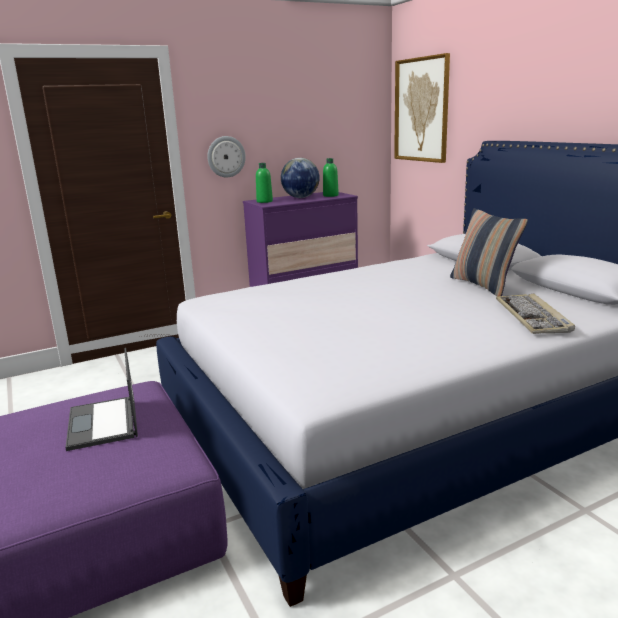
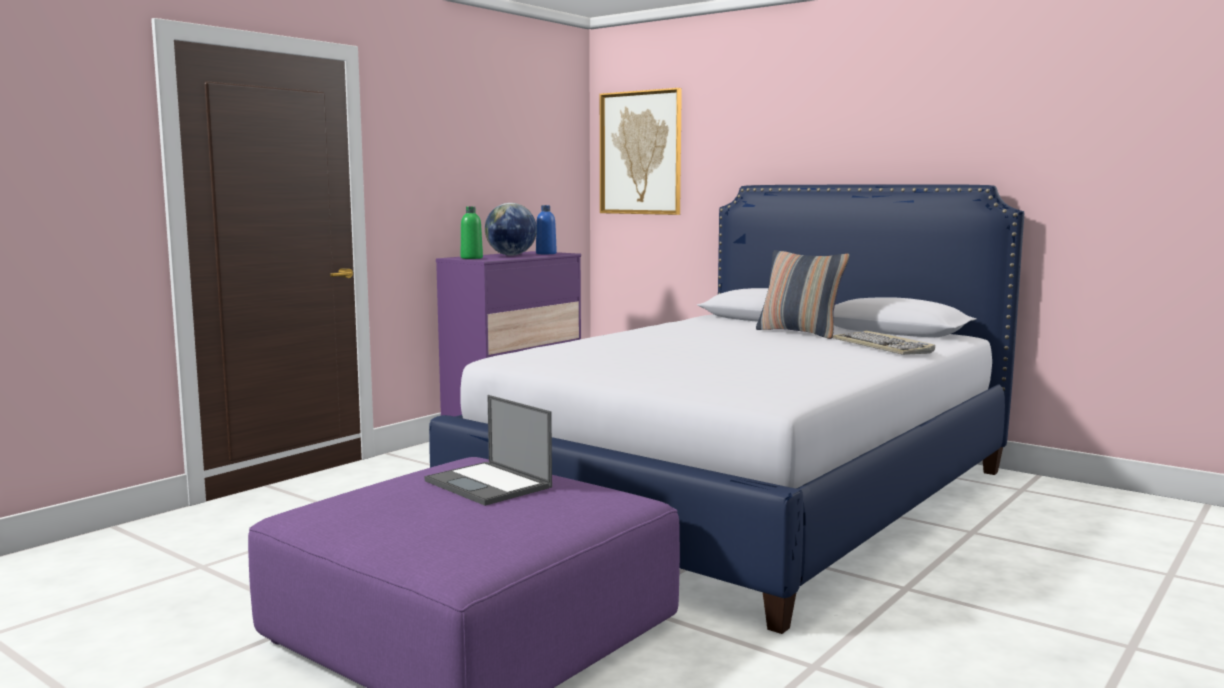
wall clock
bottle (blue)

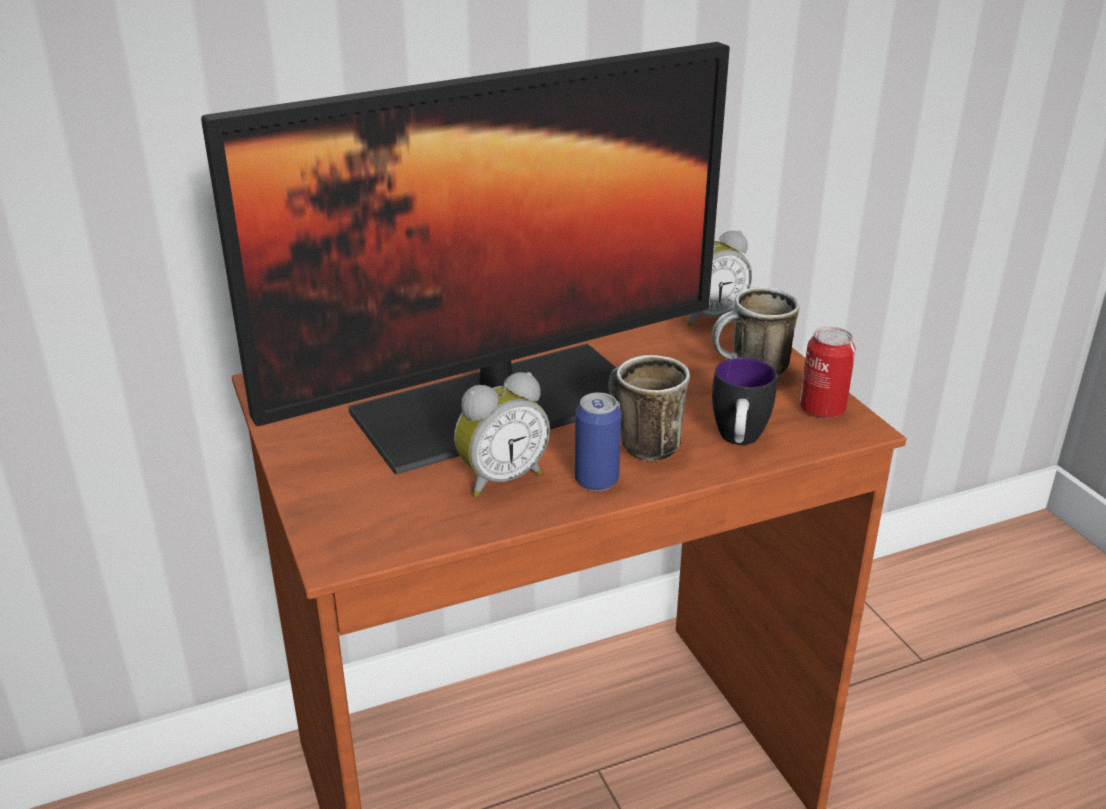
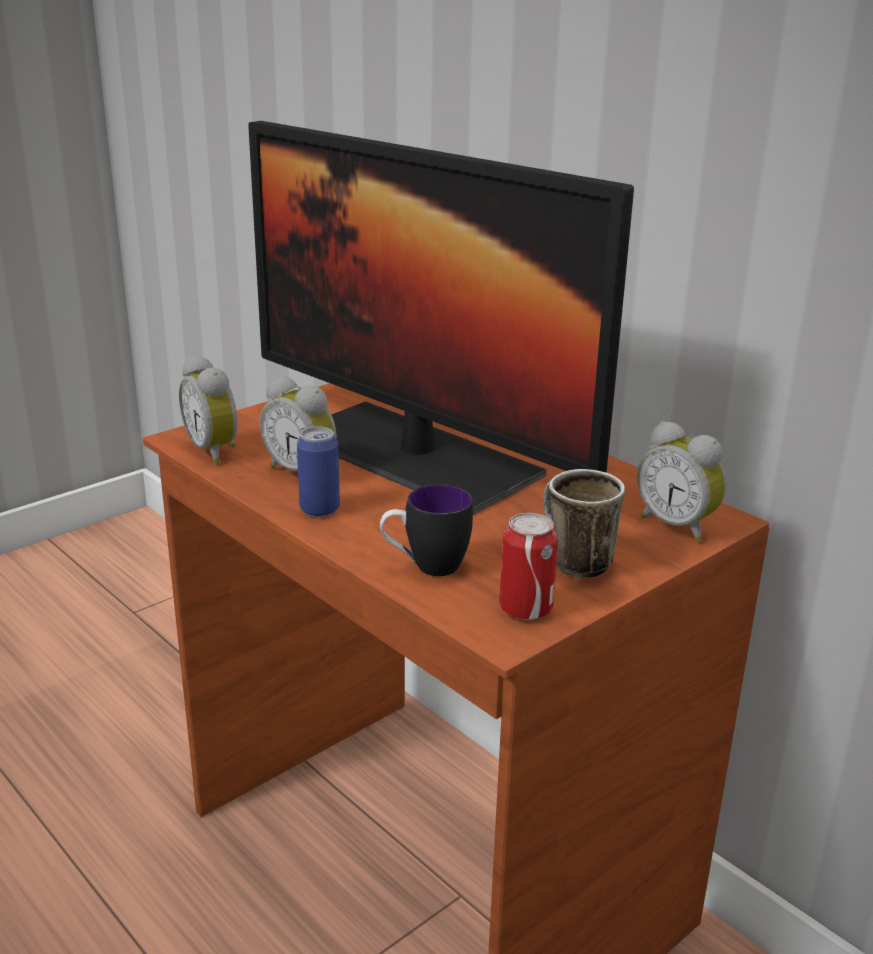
mug (no. 1 from left in the first image)
alarm clock (no. 1 from left)

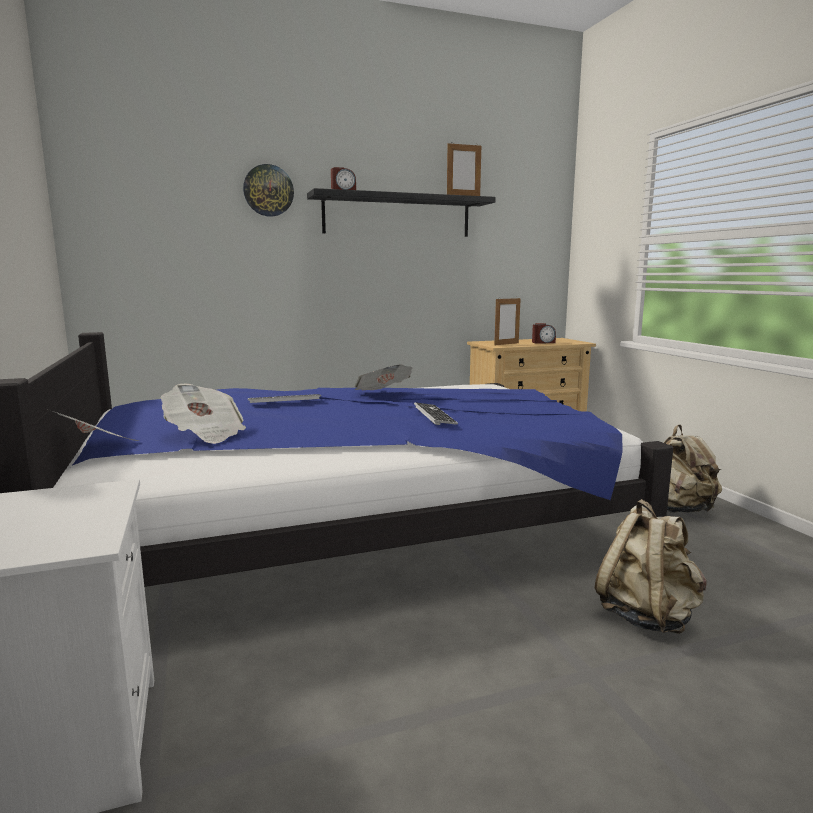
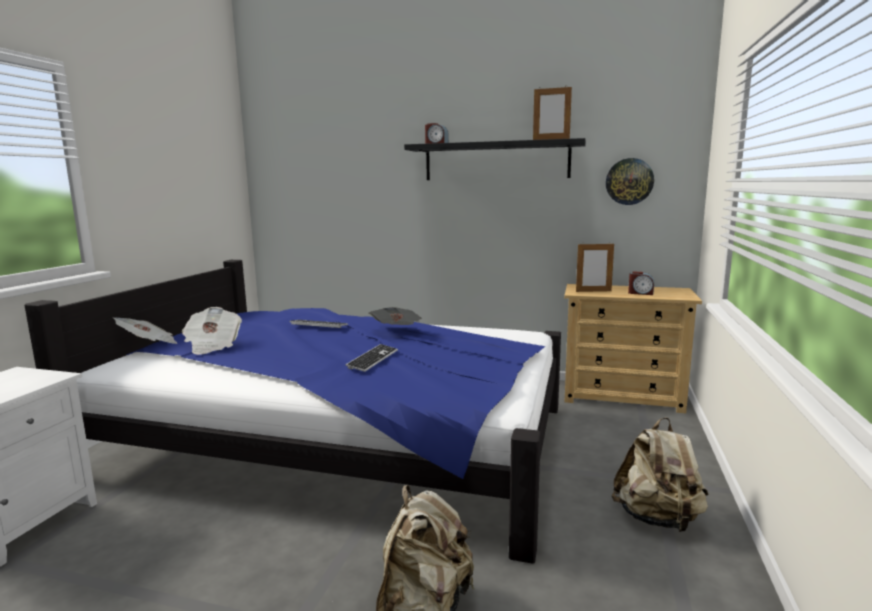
wall clock

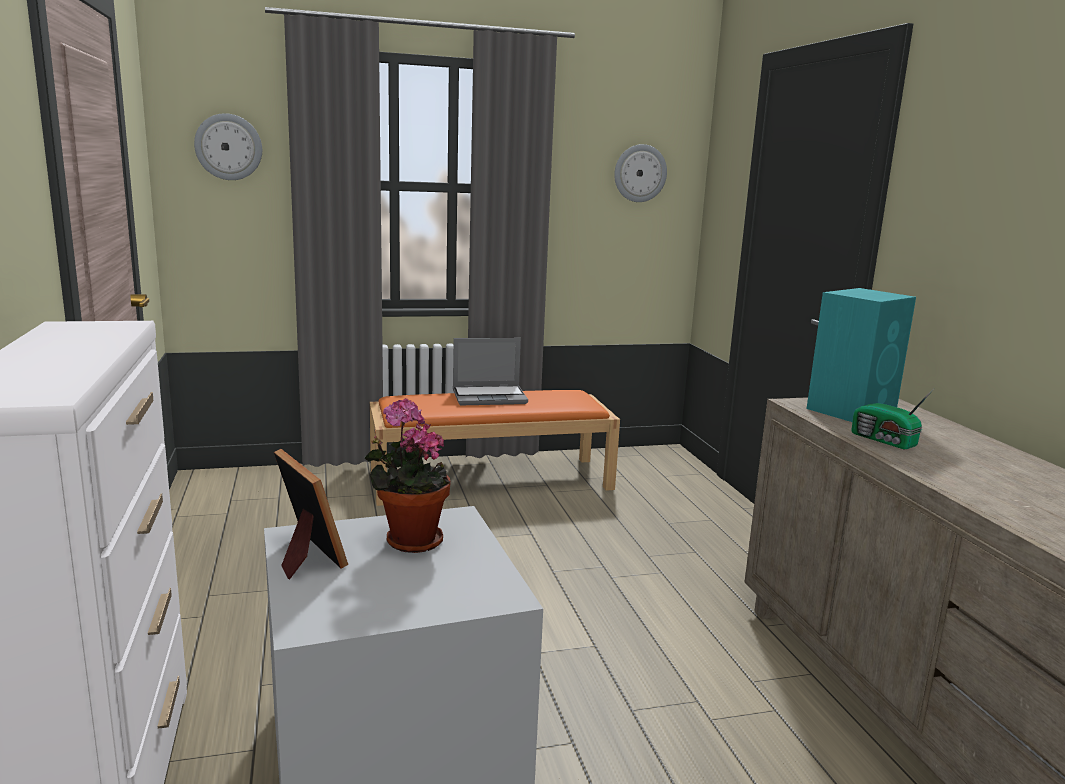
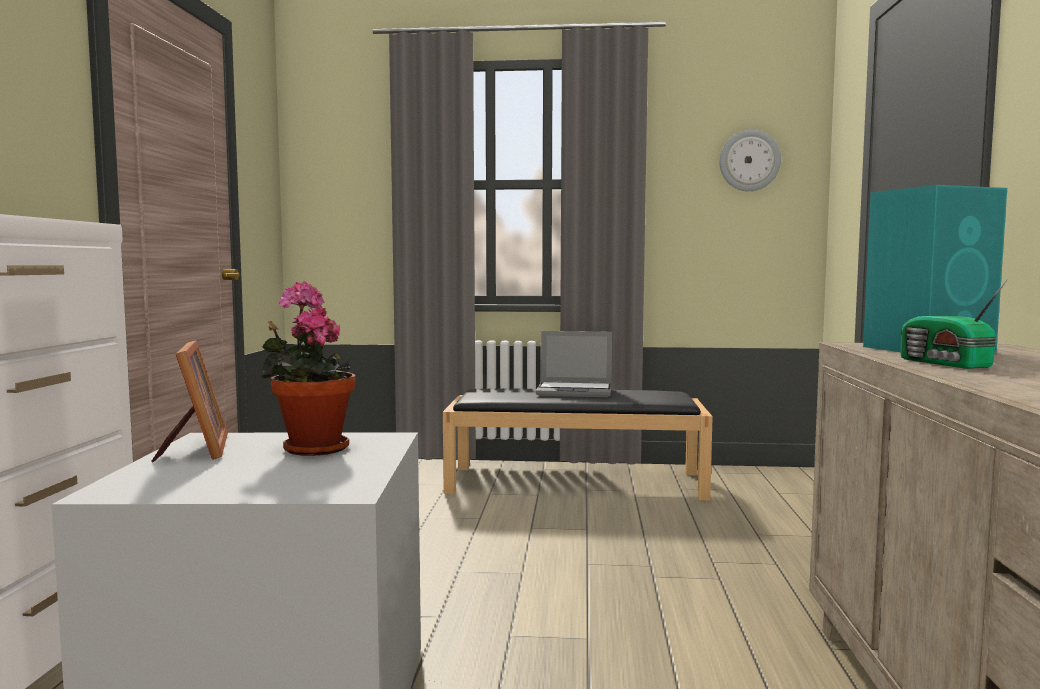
wall clock (no. 1 from left in the first image)
bench (black)

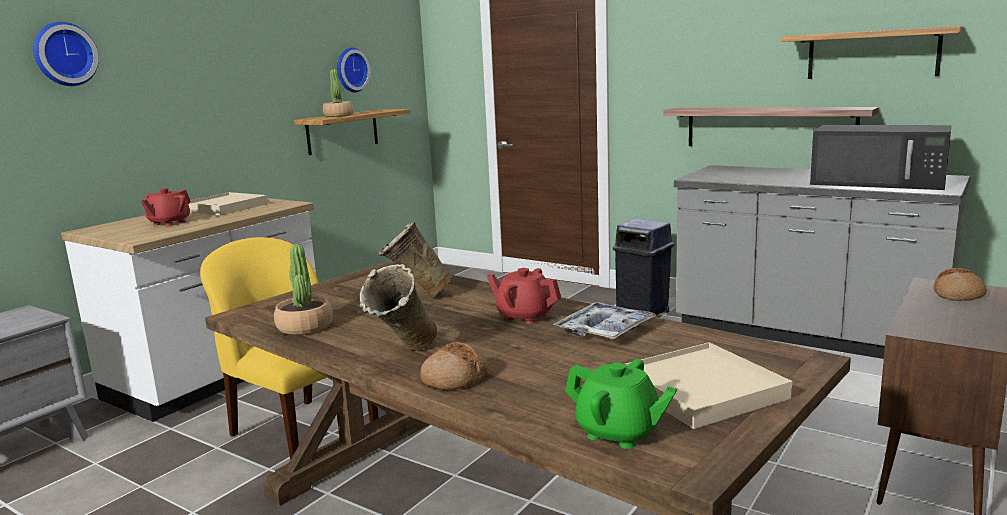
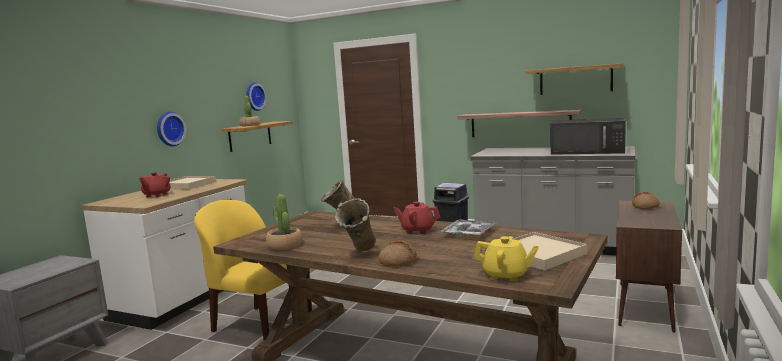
wall clock (no. 1 from left)
teapot (yellow)

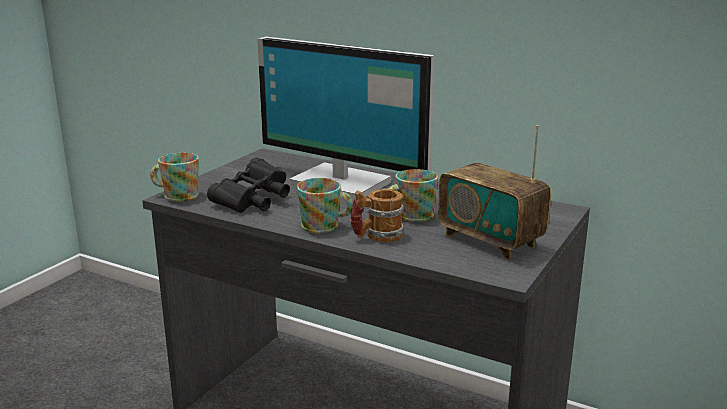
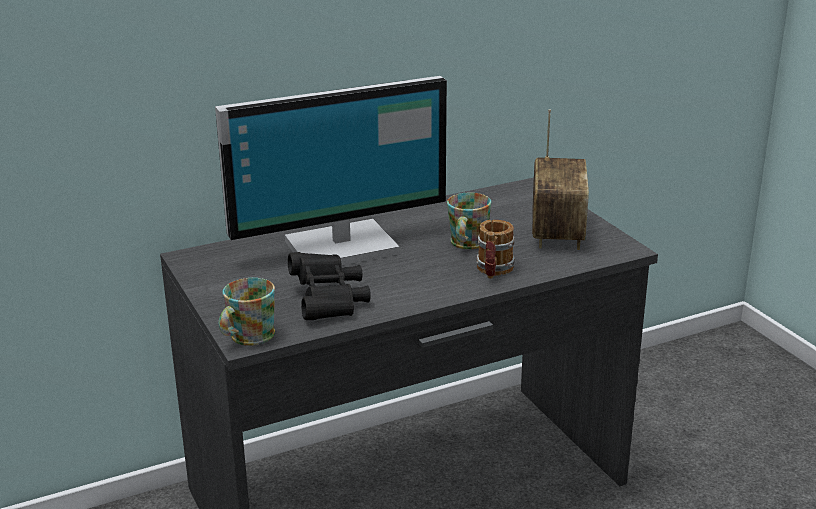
radio
mug (no. 2 from left in the first image)

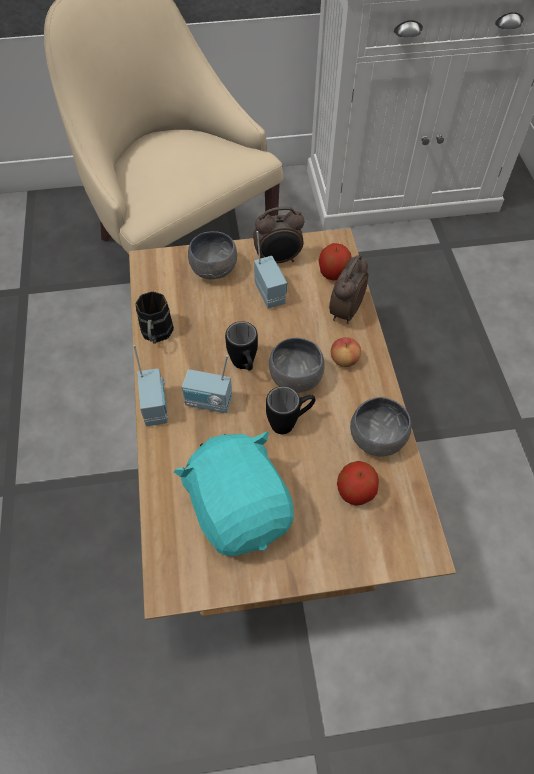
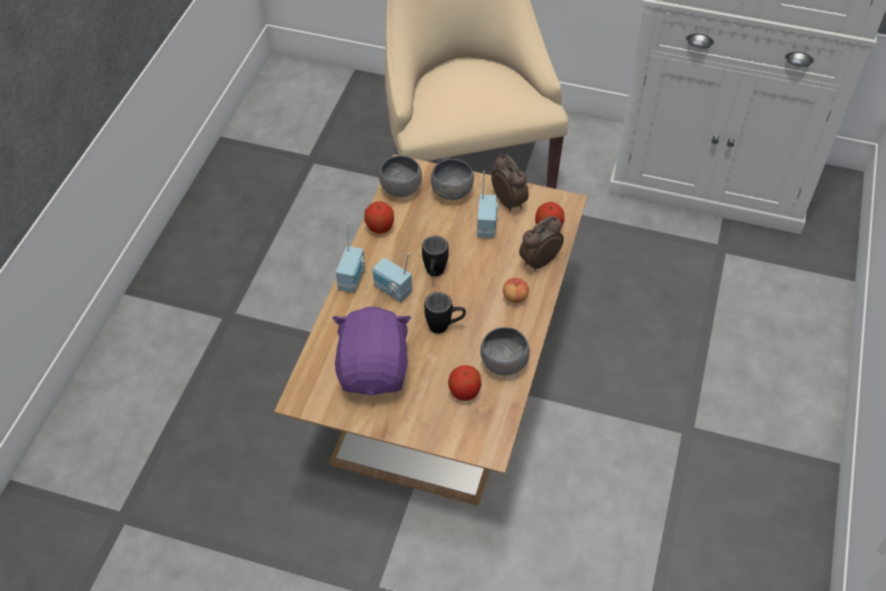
alarm clock (no. 1 from left)
apple (no. 1 from left)
bowl (grey) (no. 1 from left)
plush toy (purple)

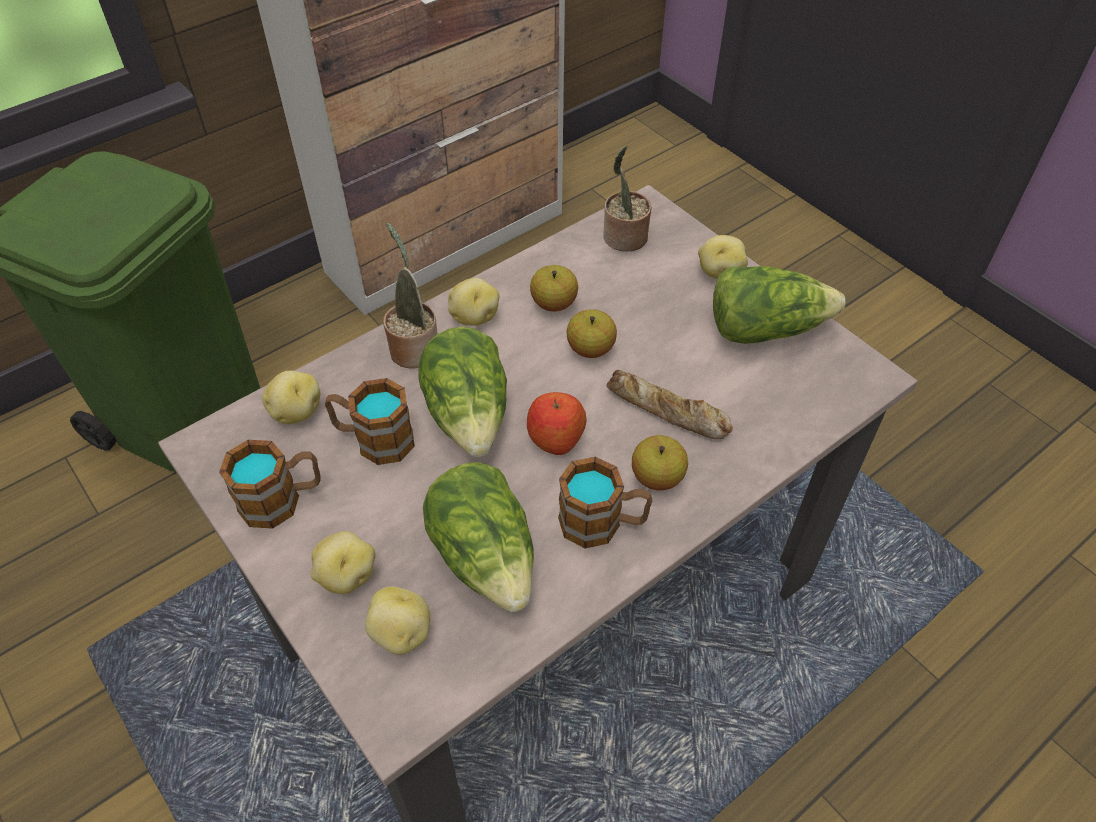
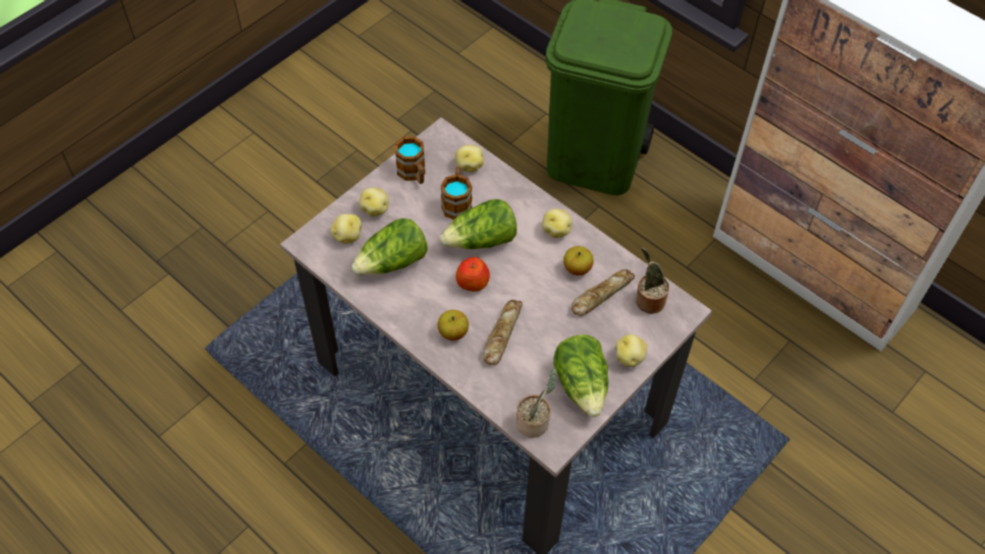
potted plant (no. 1 from left)
apple (no. 3 from left in the first image)
mug (no. 3 from left in the first image)
bread (no. 2 from left)

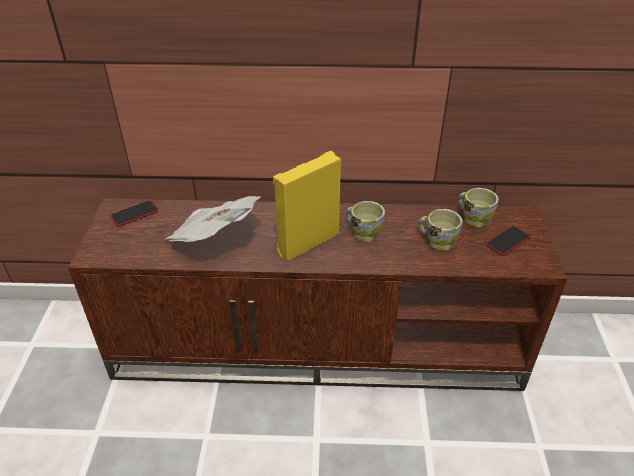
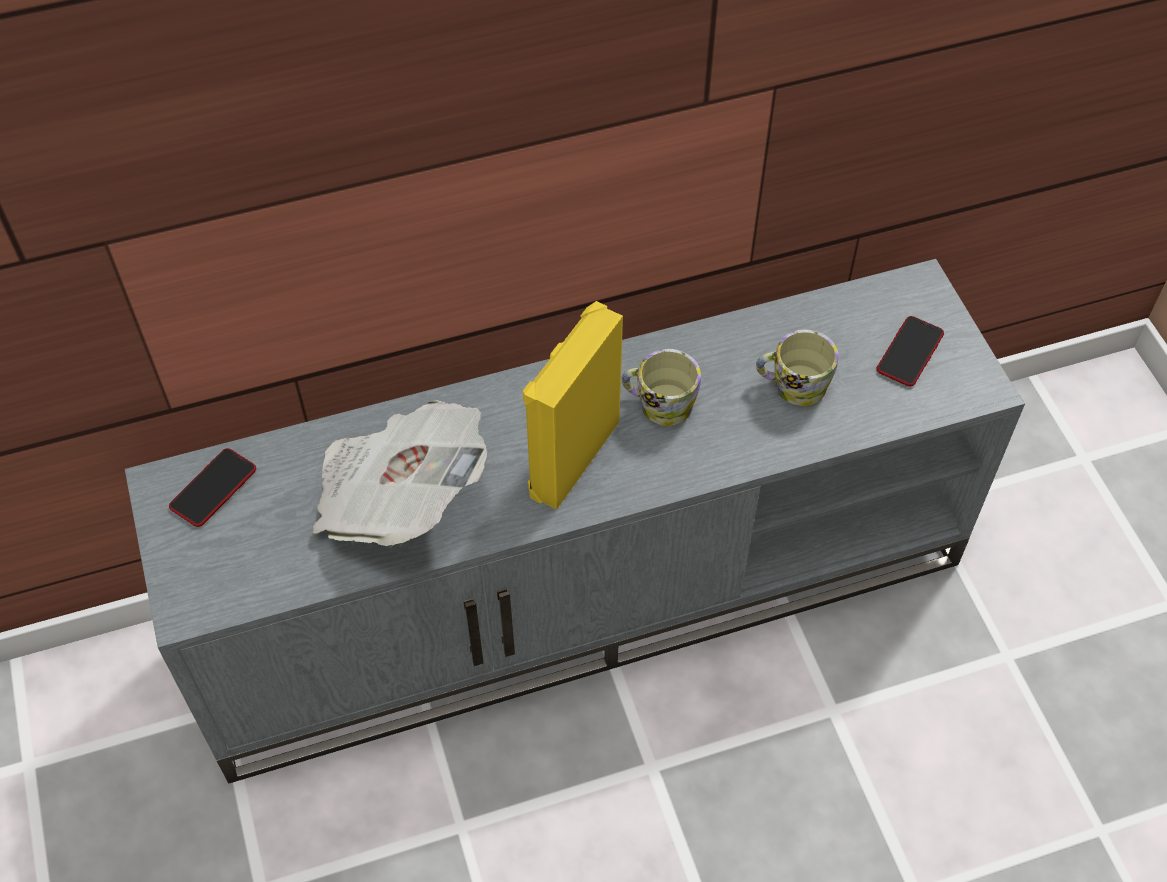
mug (no. 3 from left in the first image)
tv stand (grey)

